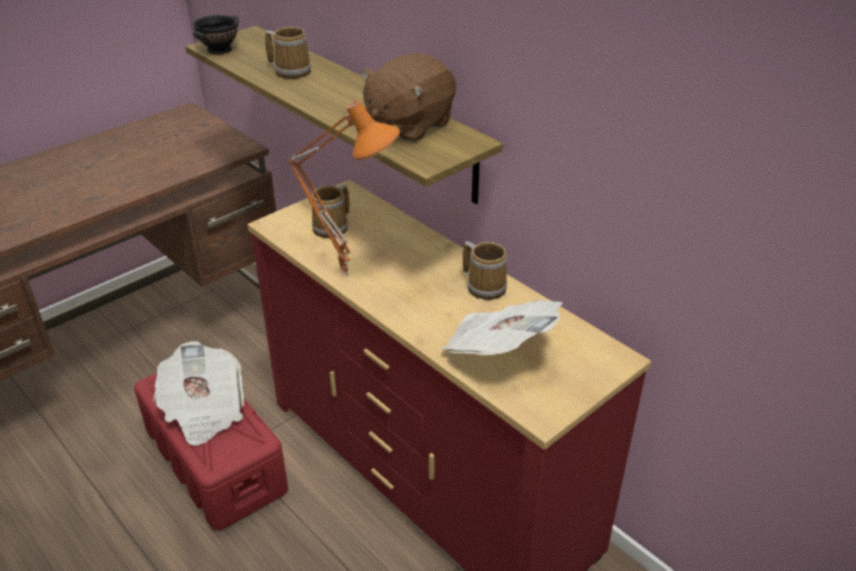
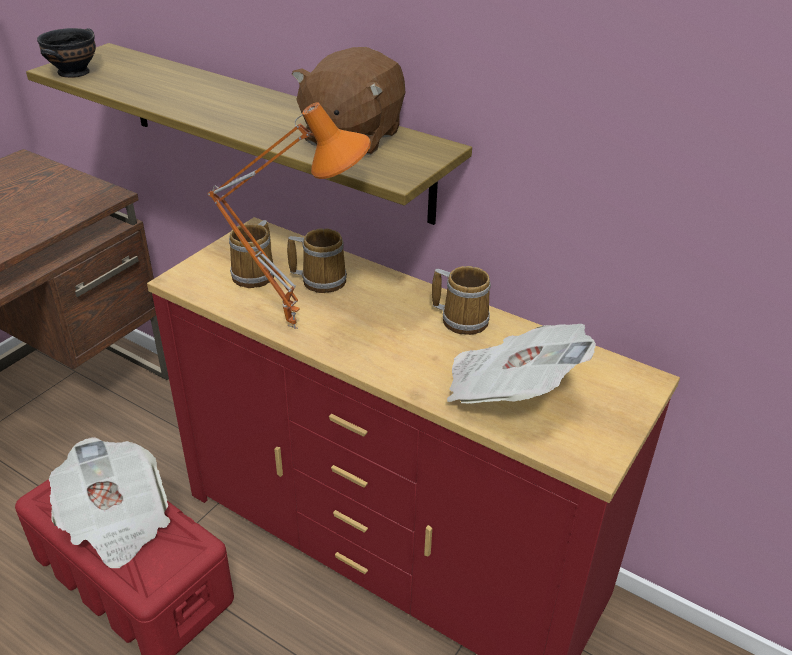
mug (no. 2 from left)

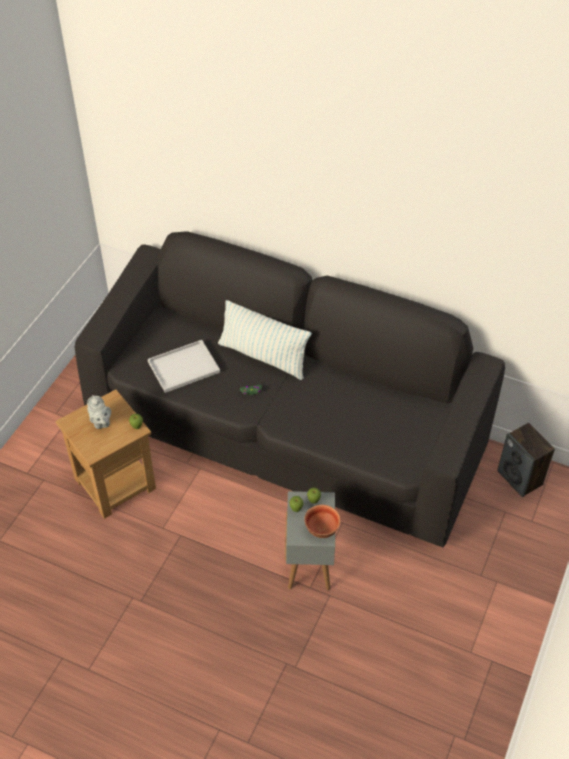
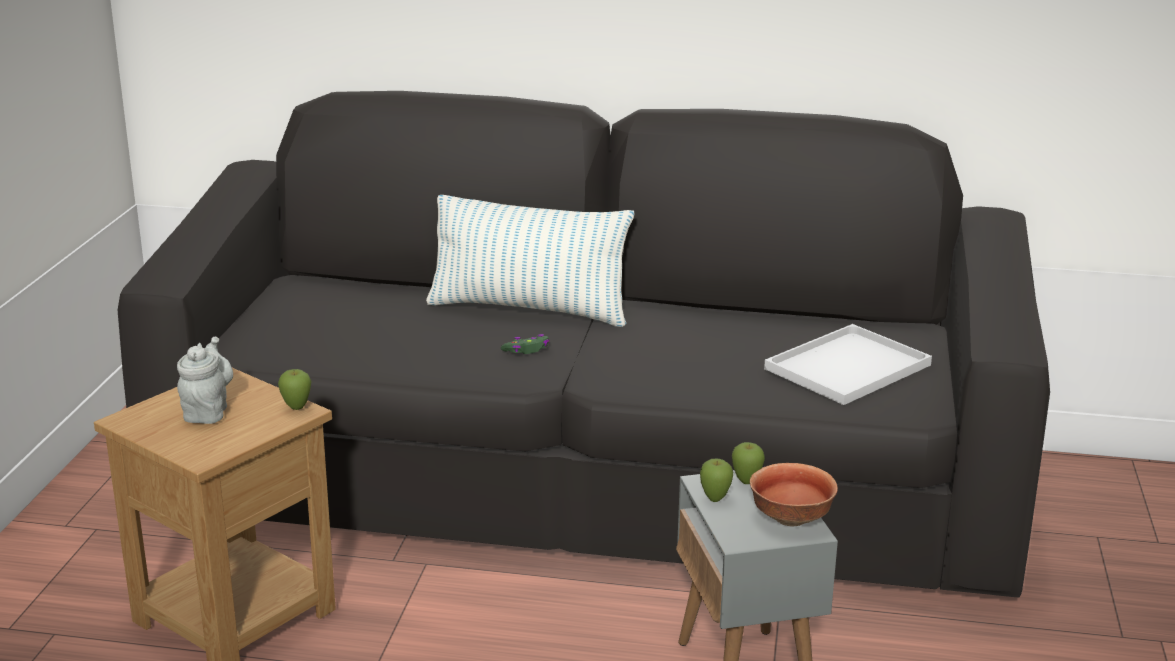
tray (white)
teapot (grey)
speaker

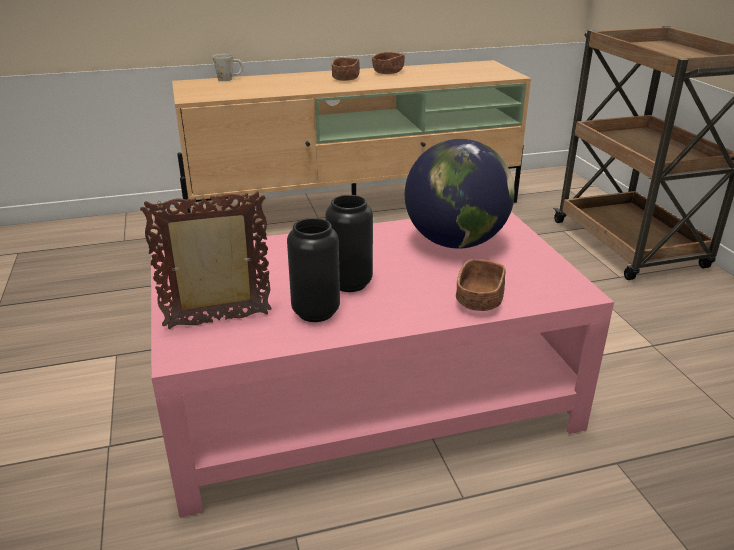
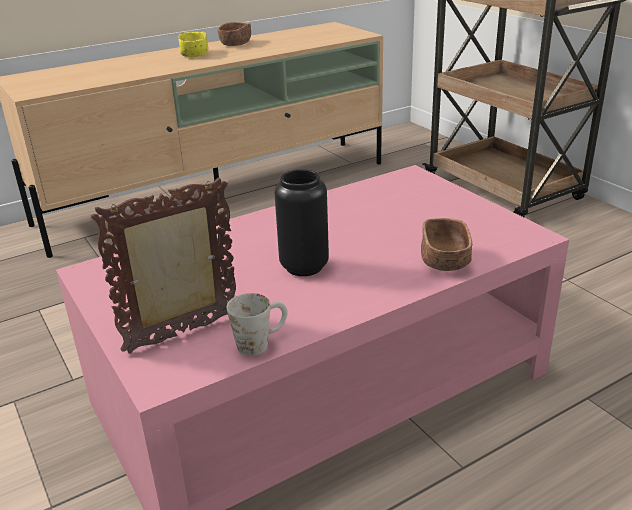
mug (white)
bowl (yellow)
globe
vase (black) (no. 1 from left in the first image)

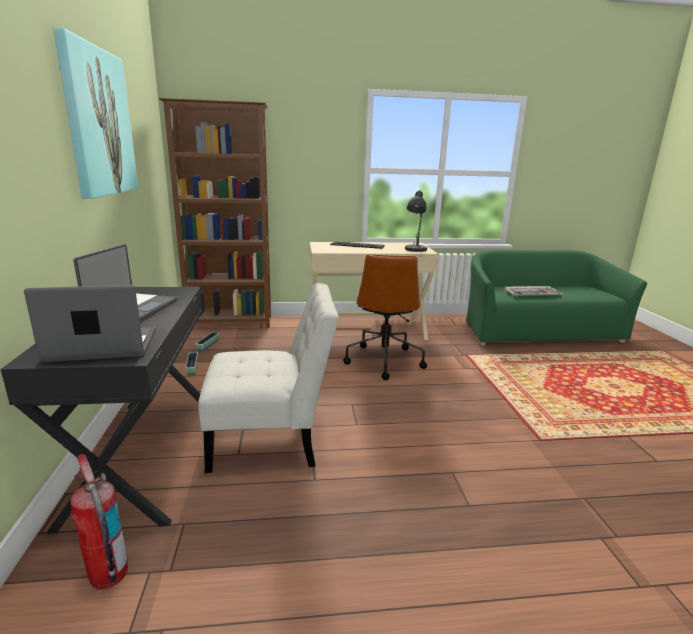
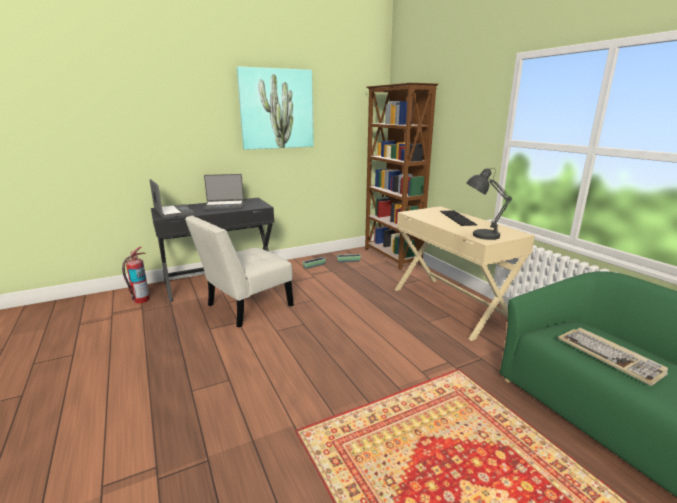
office chair (brown)
chair (white)

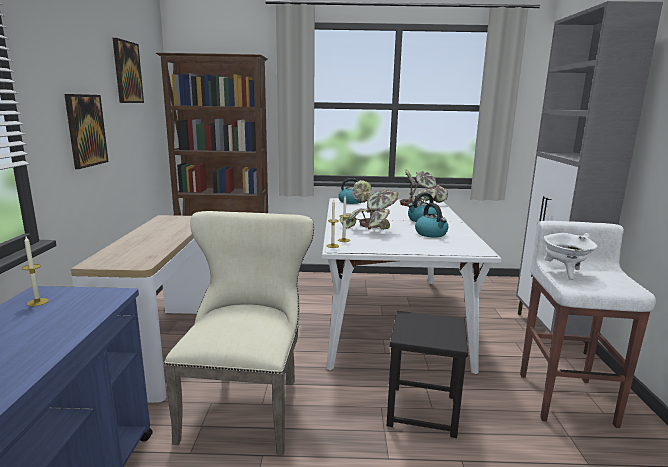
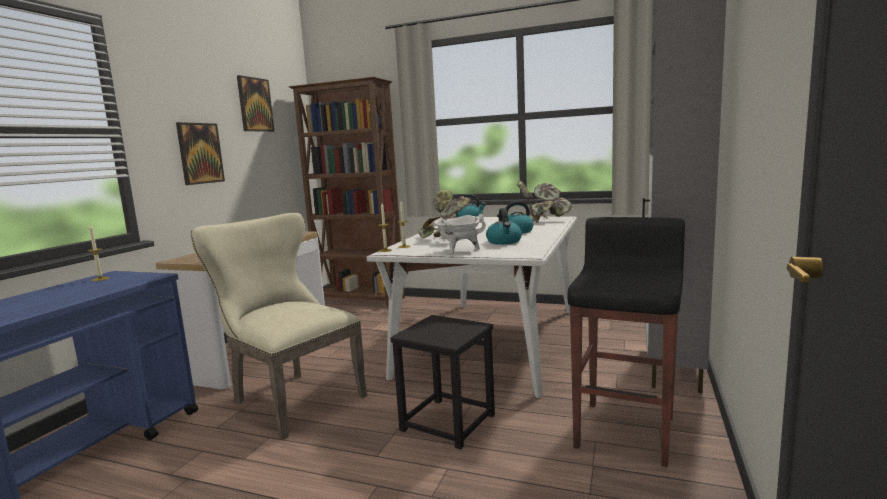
chair (beige)
stool (black) (no. 2 from left)
cooking pot (white)

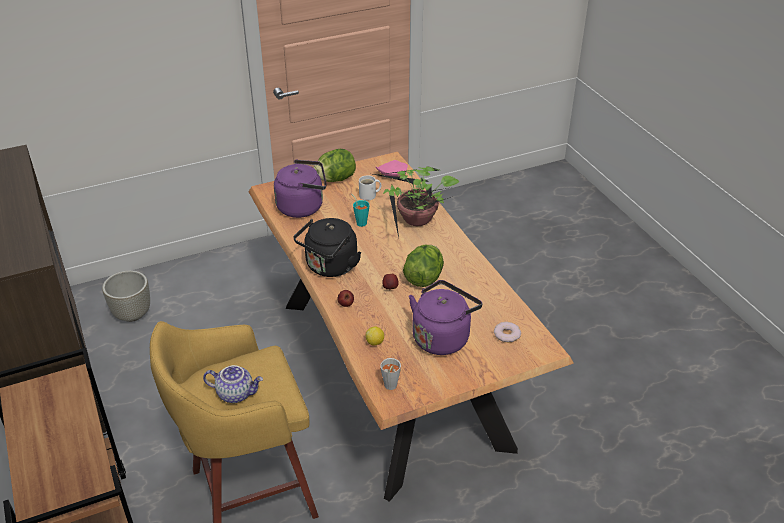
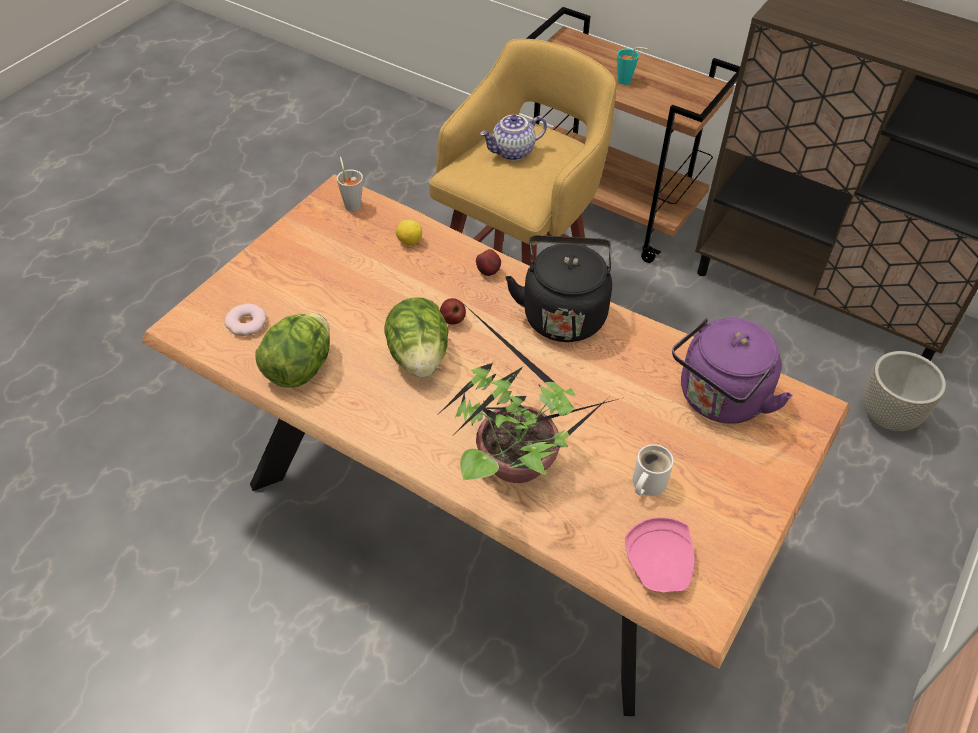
lettuce (no. 1 from left)
cup (turquoise)
kettle (purple) (no. 2 from left in the first image)

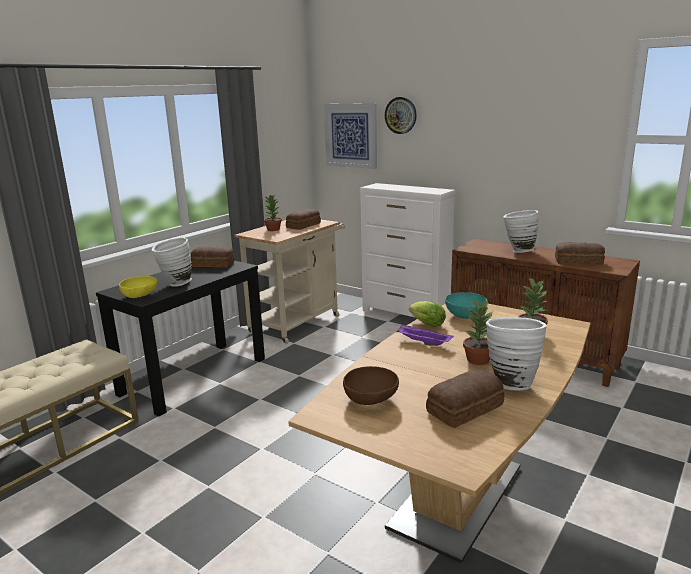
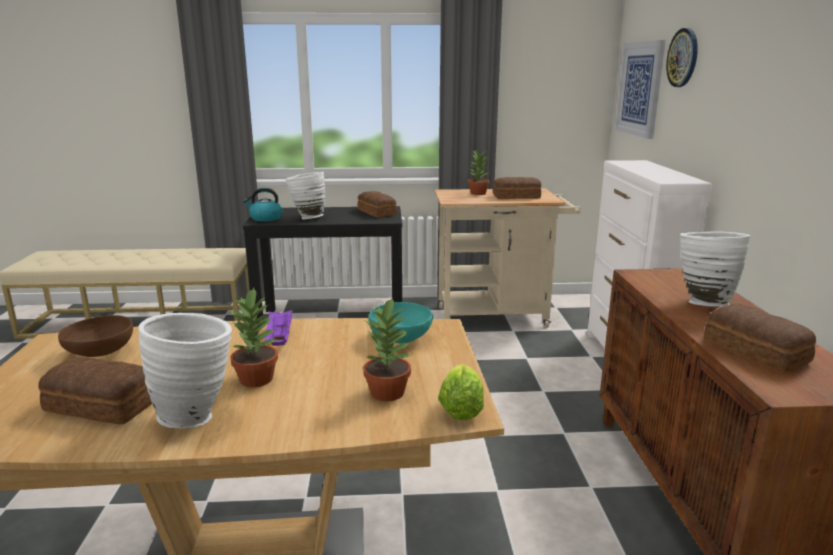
kettle
lettuce

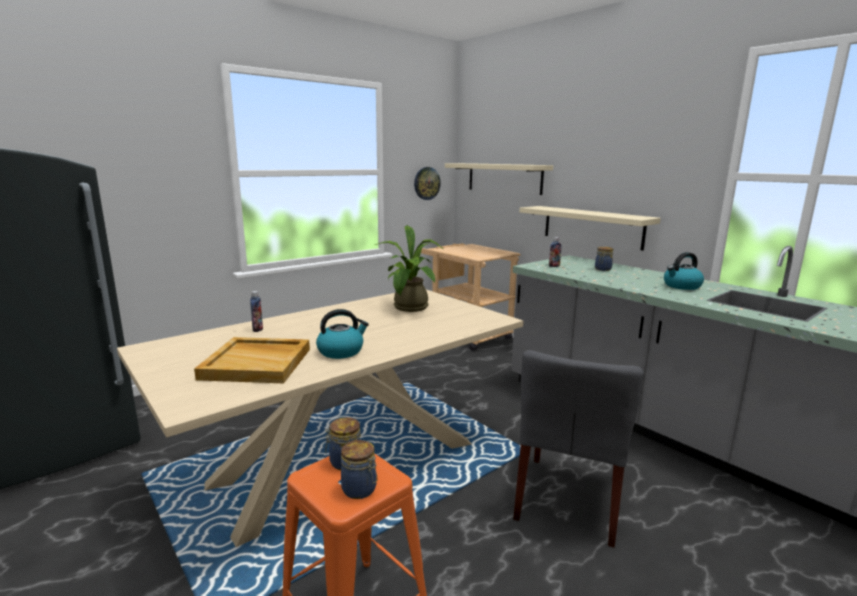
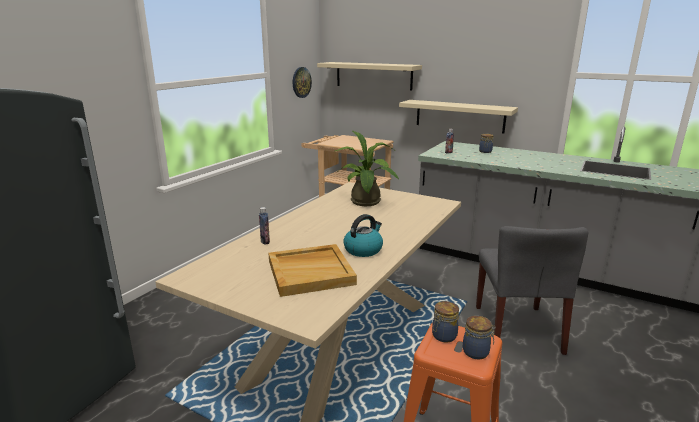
kettle (no. 2 from left in the first image)

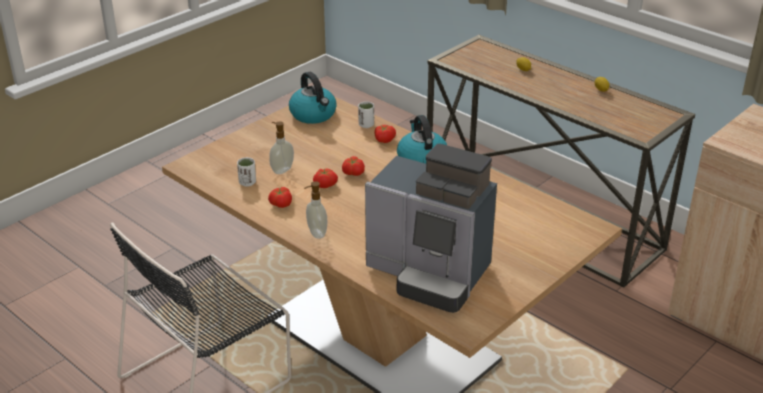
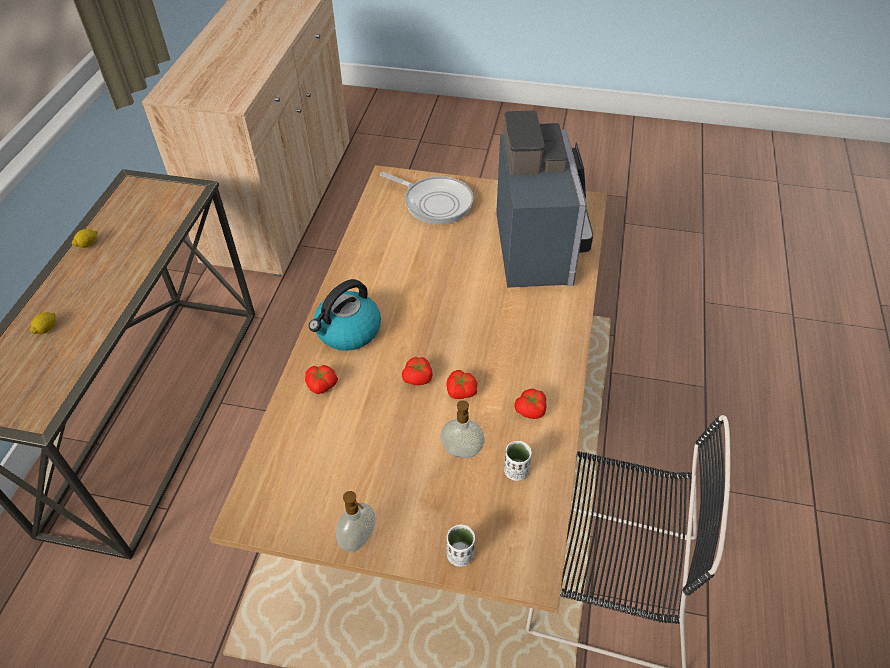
kettle (no. 1 from left in the first image)
cup (white) (no. 1 from left)
soap dispenser (no. 1 from left)
frying pan

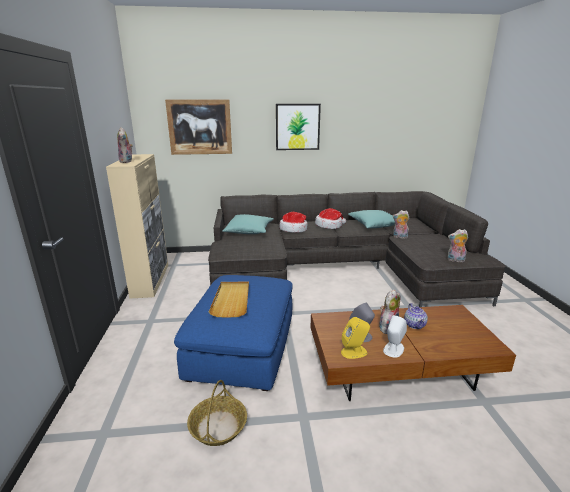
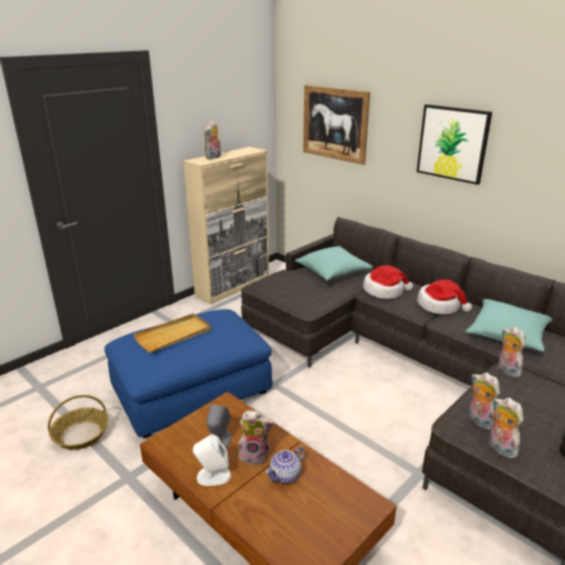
speaker (yellow)
plush toy (no. 3 from left)

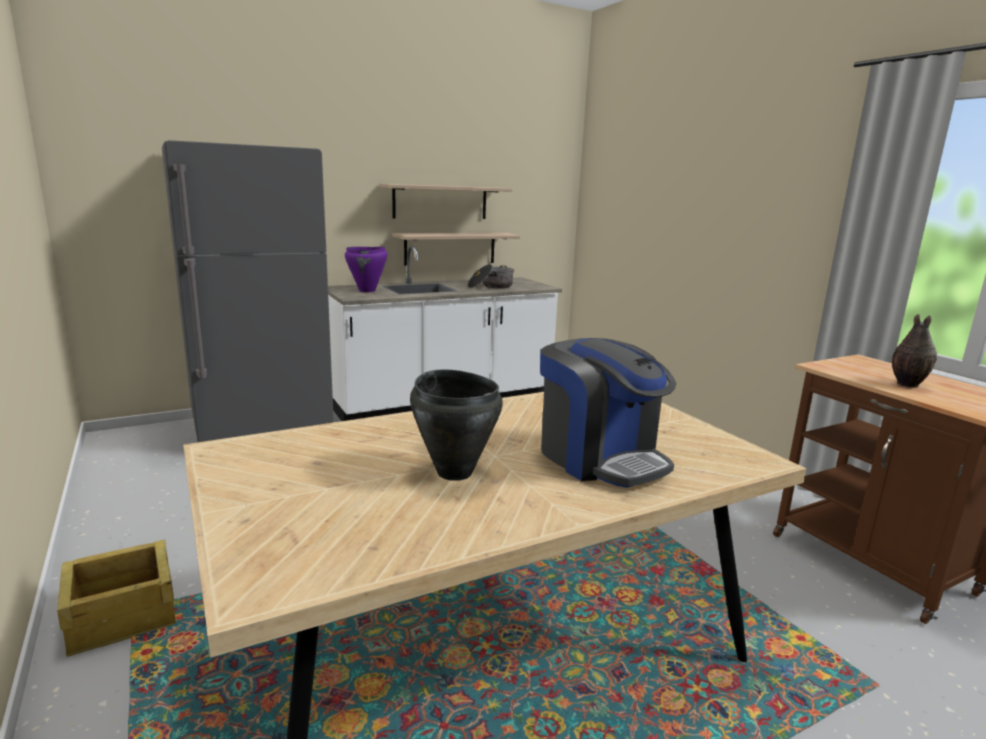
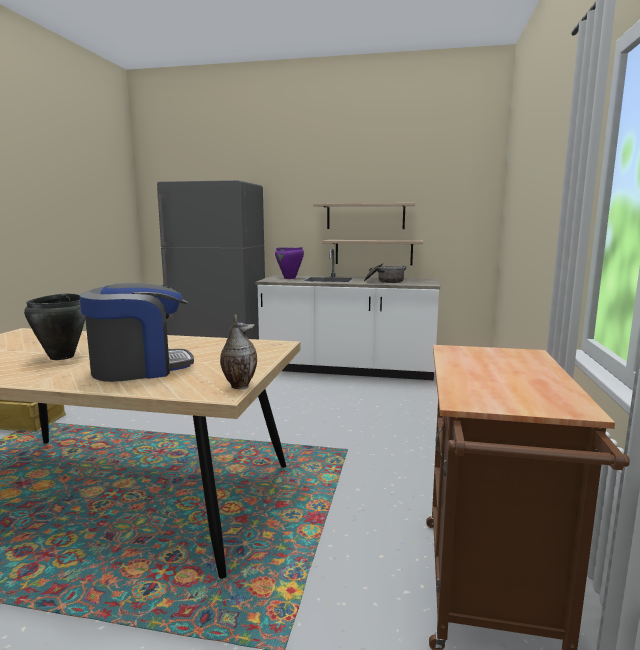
vase
coffee machine

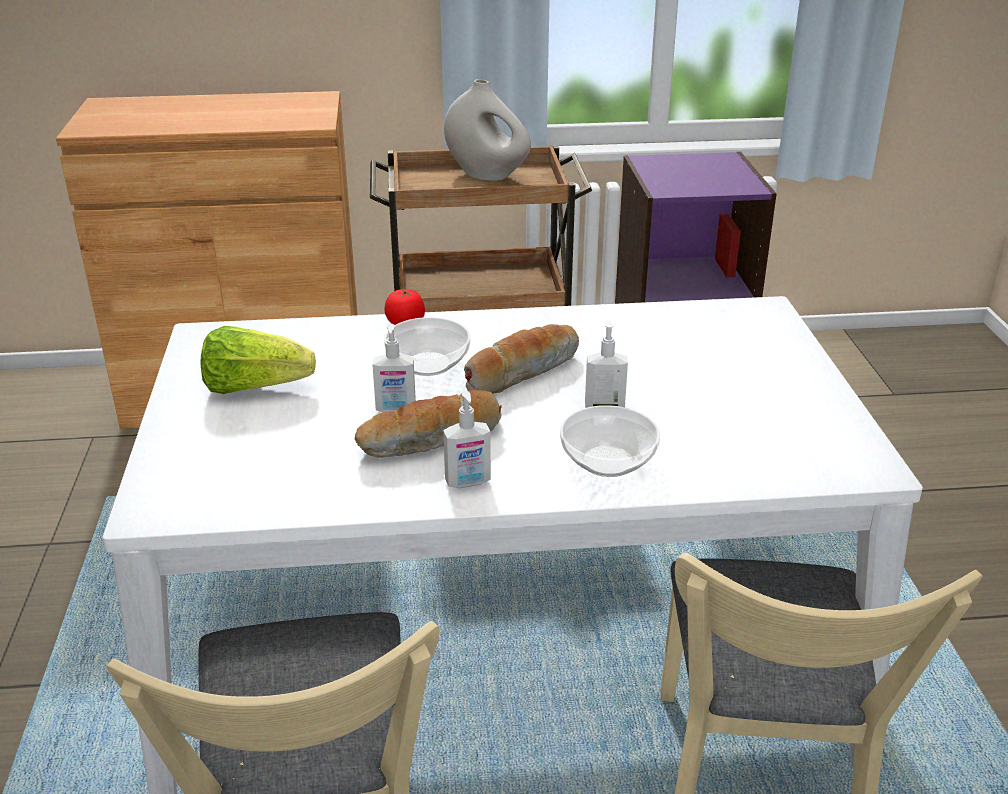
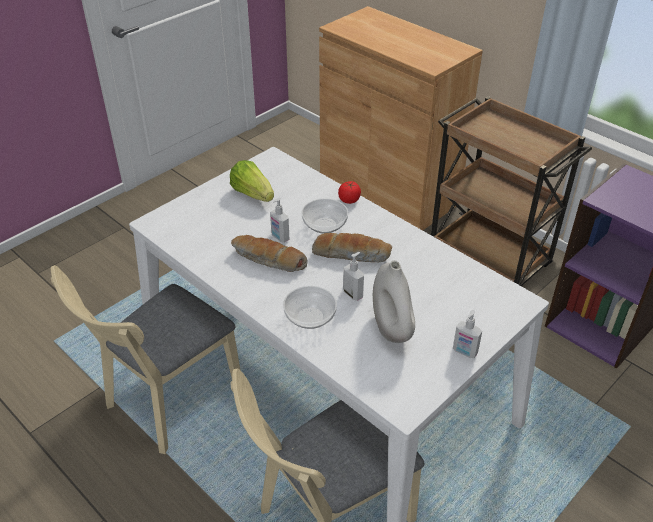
vase (white)
soap dispenser (no. 3 from left)

